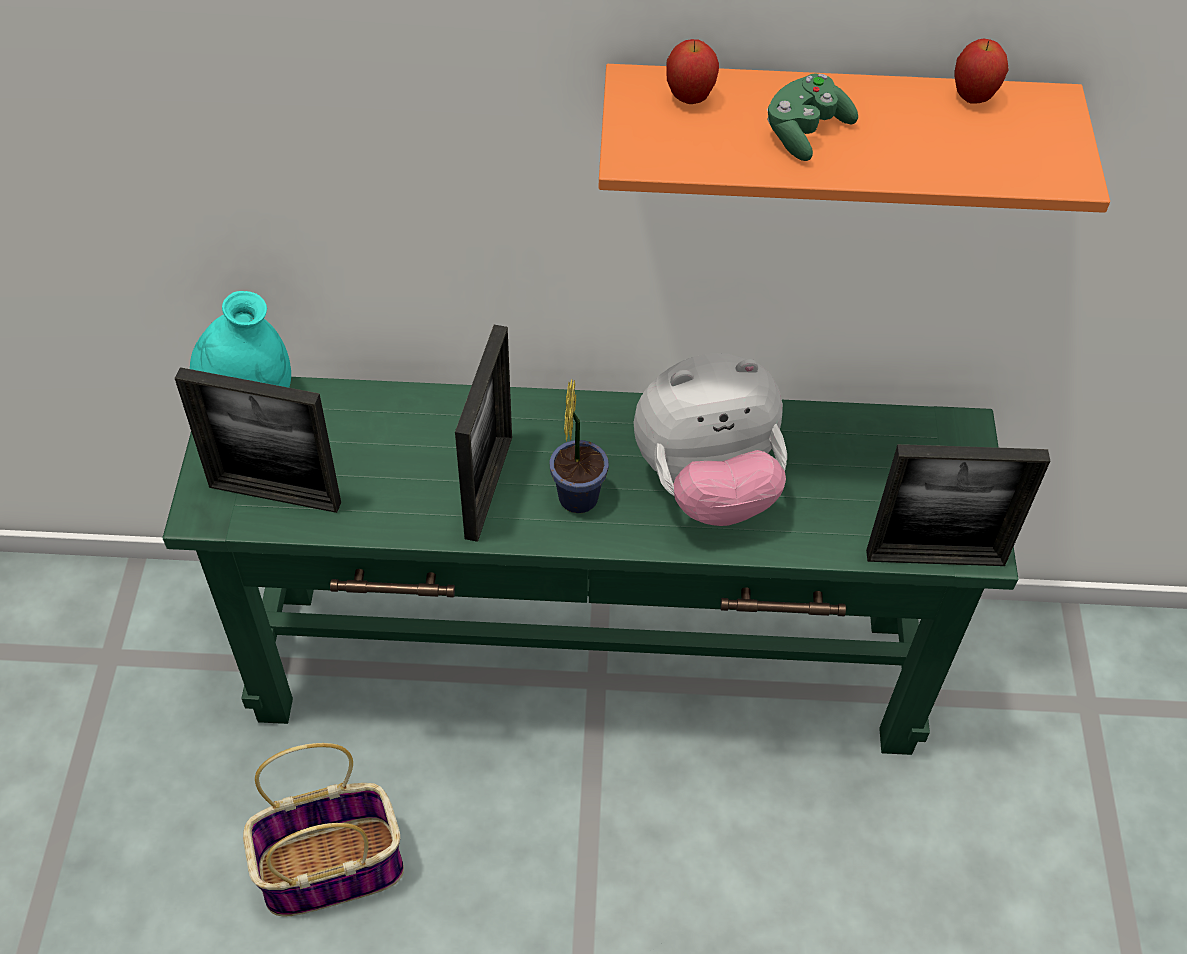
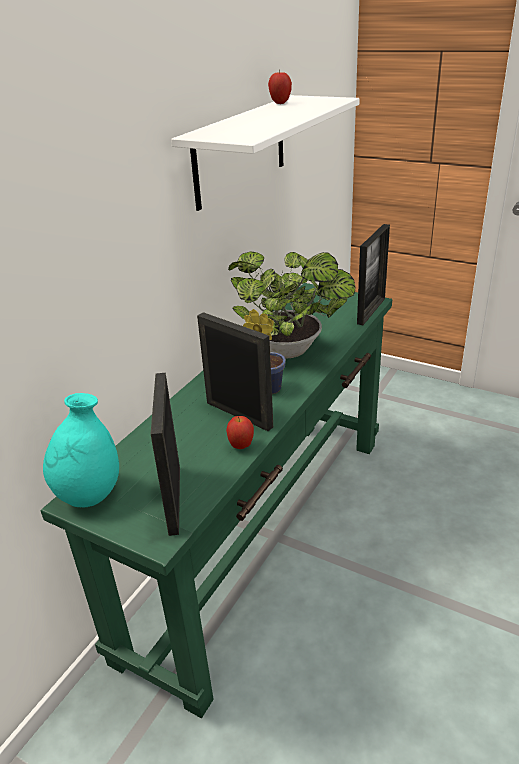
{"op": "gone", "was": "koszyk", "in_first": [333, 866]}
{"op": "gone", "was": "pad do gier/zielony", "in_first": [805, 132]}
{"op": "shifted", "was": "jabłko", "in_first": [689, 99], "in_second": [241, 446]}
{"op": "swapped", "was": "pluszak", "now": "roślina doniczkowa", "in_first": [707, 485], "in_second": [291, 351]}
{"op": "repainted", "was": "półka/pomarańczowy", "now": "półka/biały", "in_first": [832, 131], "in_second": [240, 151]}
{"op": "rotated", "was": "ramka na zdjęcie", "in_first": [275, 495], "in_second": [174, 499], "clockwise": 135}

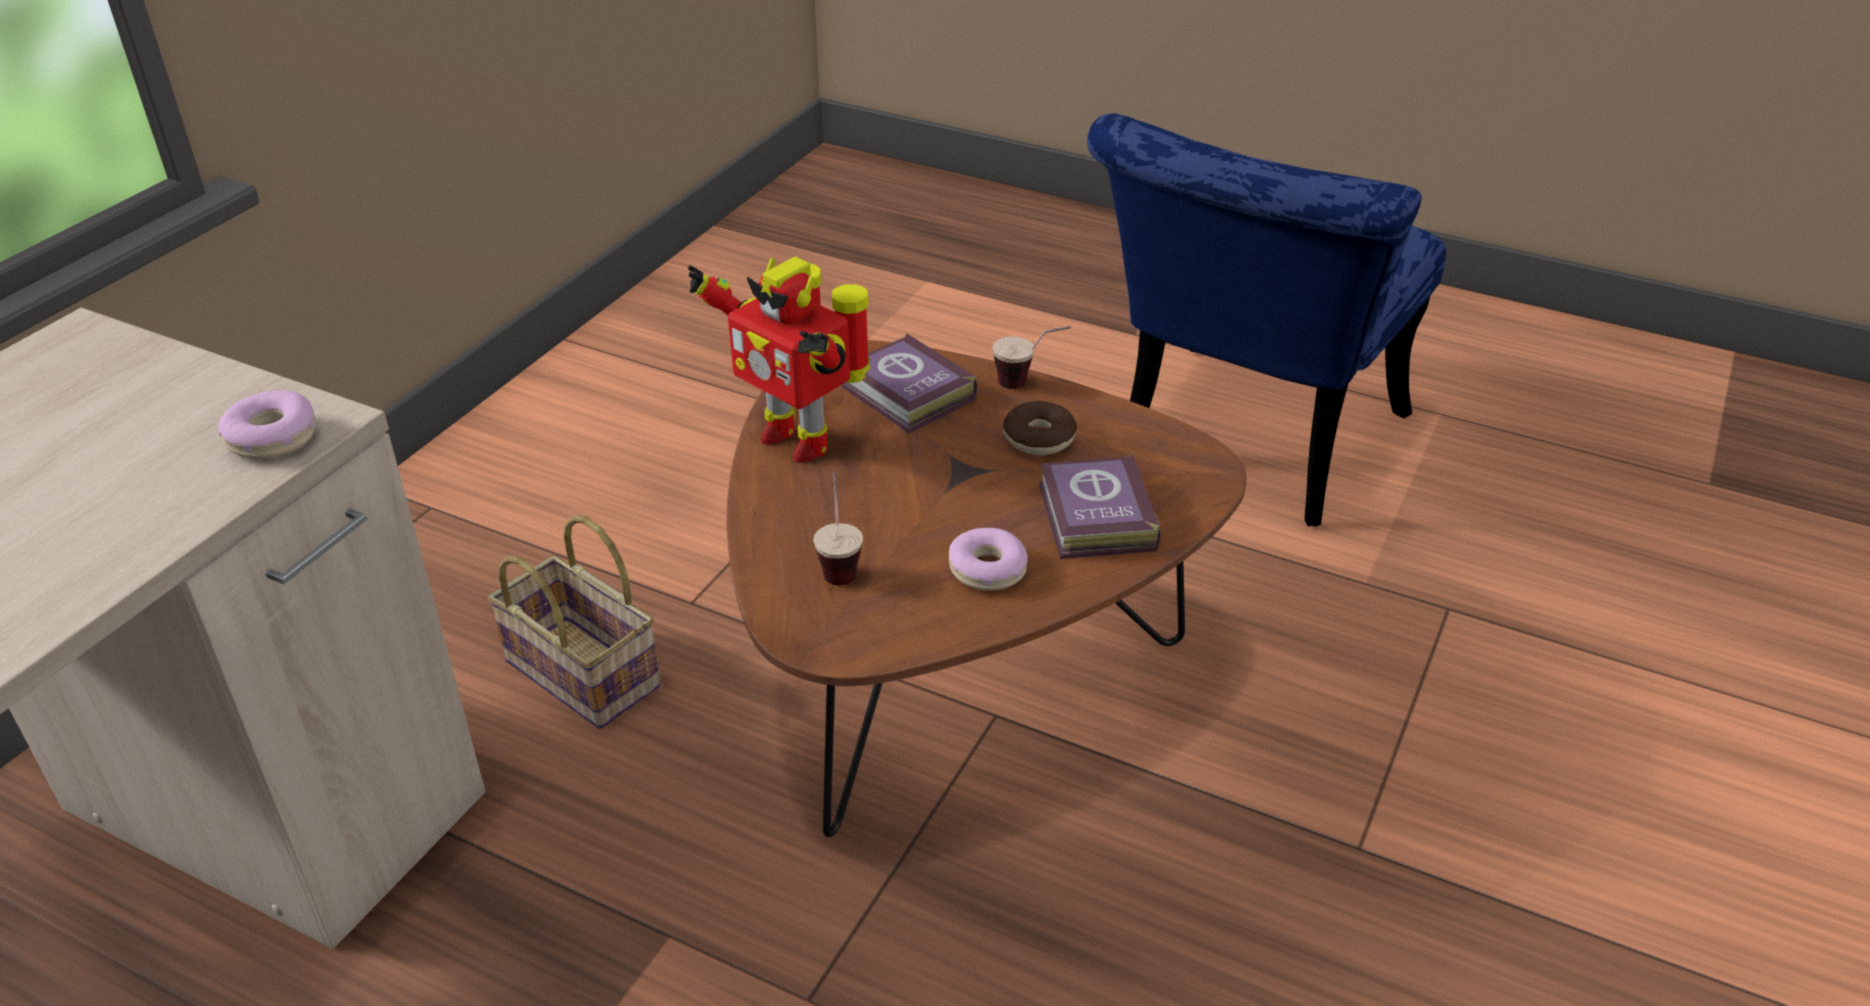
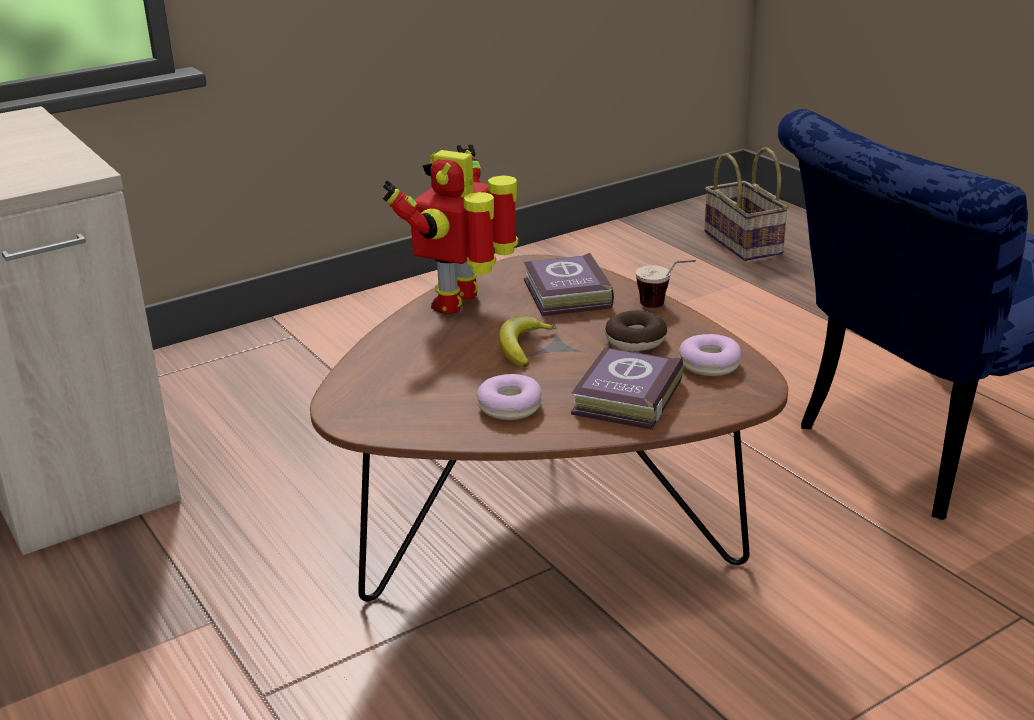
{"op": "gone", "was": "filiżanka", "in_first": [839, 562]}
{"op": "new", "now": "banan", "in_second": [522, 347]}
{"op": "shifted", "was": "donut", "in_first": [272, 437], "in_second": [709, 364]}
{"op": "shifted", "was": "koszyk", "in_first": [588, 674], "in_second": [745, 243]}
{"op": "rotated", "was": "robot zabawkowy", "in_first": [797, 438], "in_second": [461, 301], "clockwise": 45}

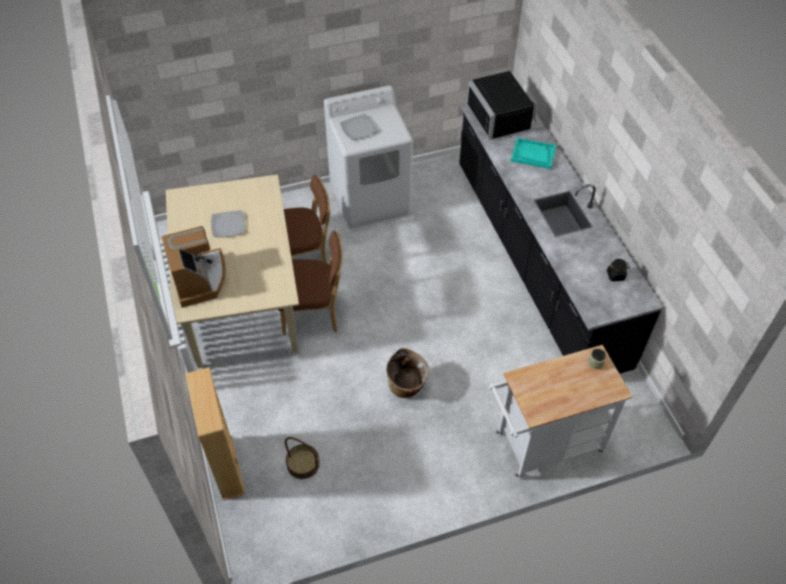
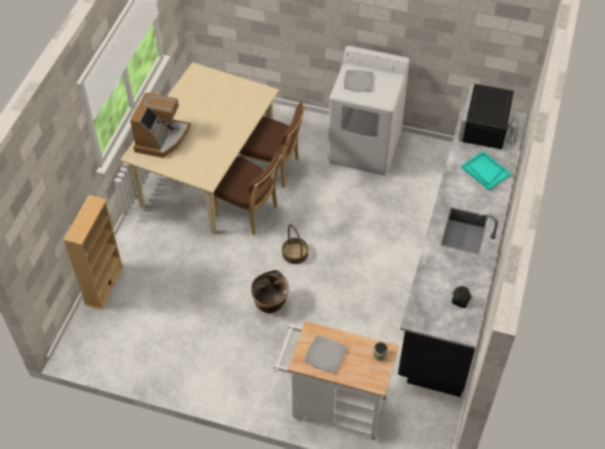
{"op": "shifted", "was": "talerz", "in_first": [228, 225], "in_second": [325, 355]}
{"op": "shifted", "was": "koszyk", "in_first": [303, 464], "in_second": [295, 253]}

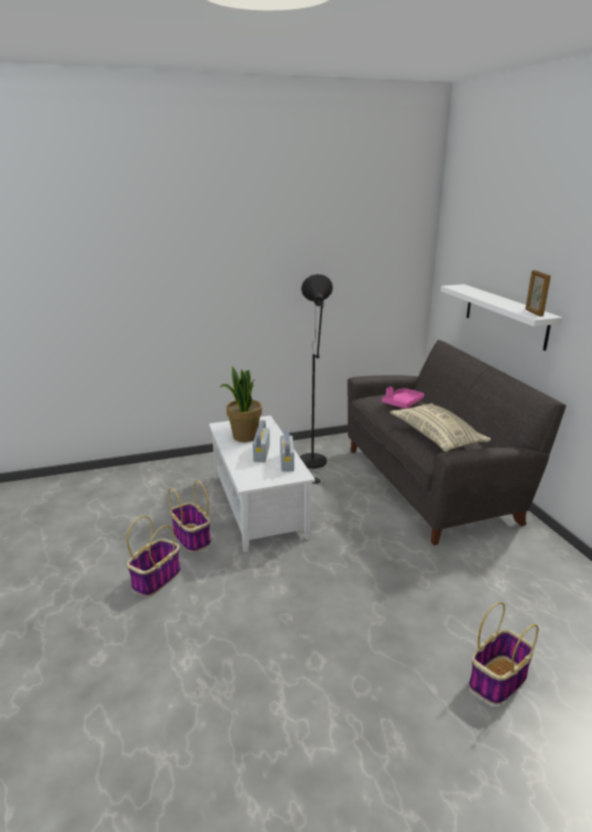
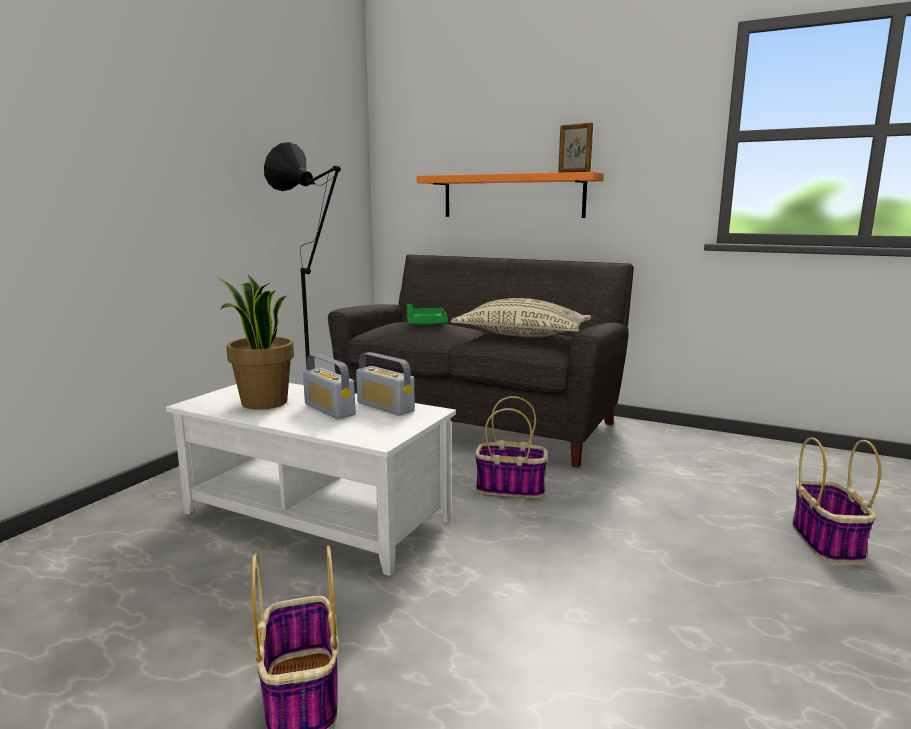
{"op": "shifted", "was": "koszyk", "in_first": [192, 538], "in_second": [511, 488]}
{"op": "repainted", "was": "taca/różowy", "now": "taca/zielony", "in_first": [402, 403], "in_second": [426, 324]}
{"op": "repainted", "was": "półka/biały", "now": "półka/pomarańczowy", "in_first": [505, 315], "in_second": [512, 196]}

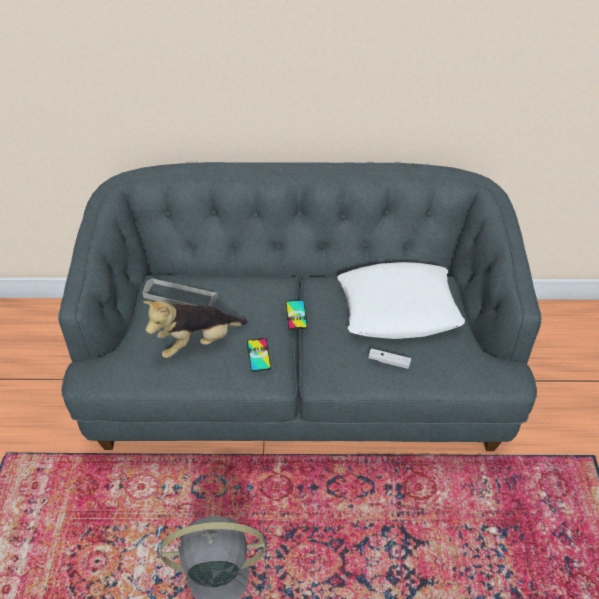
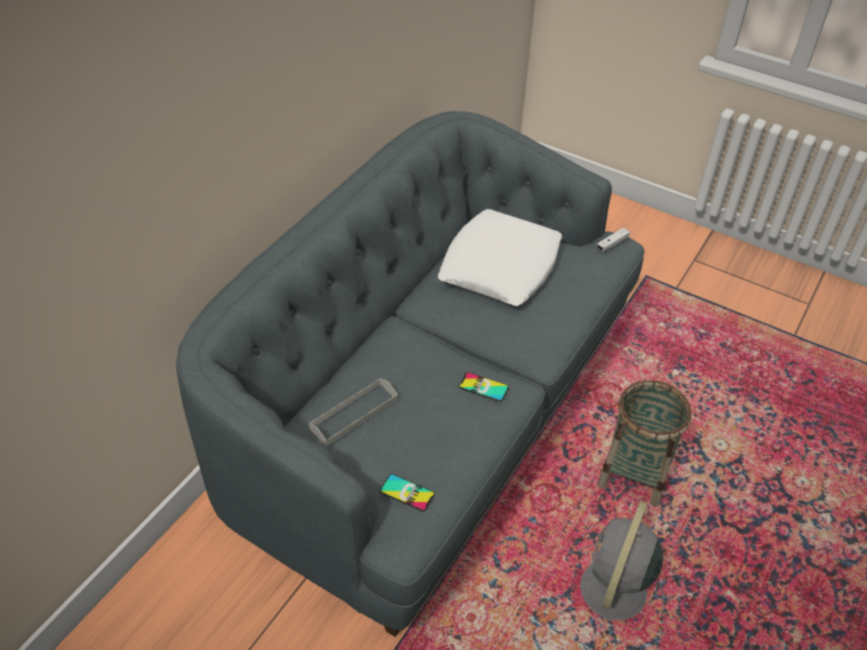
{"op": "gone", "was": "pluszak", "in_first": [198, 343]}
{"op": "new", "now": "koszyk", "in_second": [634, 474]}
{"op": "shifted", "was": "telefon", "in_first": [296, 315], "in_second": [407, 492]}
{"op": "shifted", "was": "pad do gier/biały", "in_first": [389, 362], "in_second": [612, 243]}

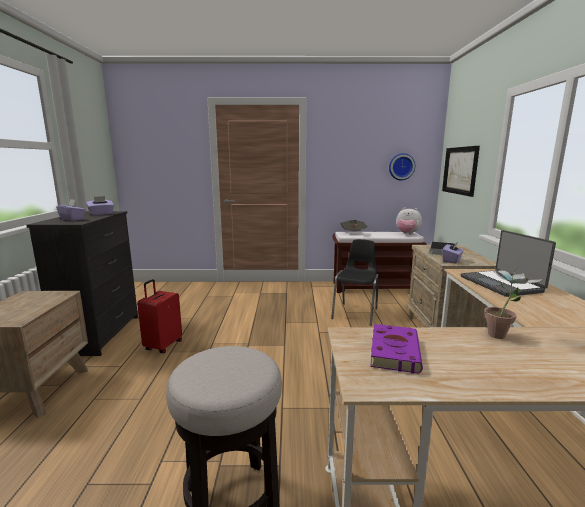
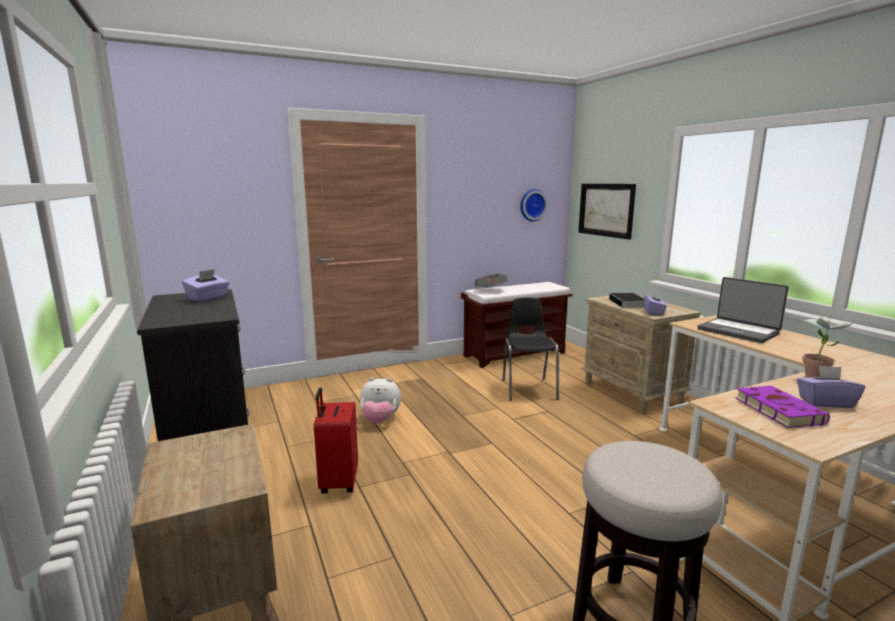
{"op": "shifted", "was": "pudełko chusteczek/fioletowy", "in_first": [72, 219], "in_second": [825, 402]}
{"op": "shifted", "was": "pluszak", "in_first": [407, 234], "in_second": [380, 420]}

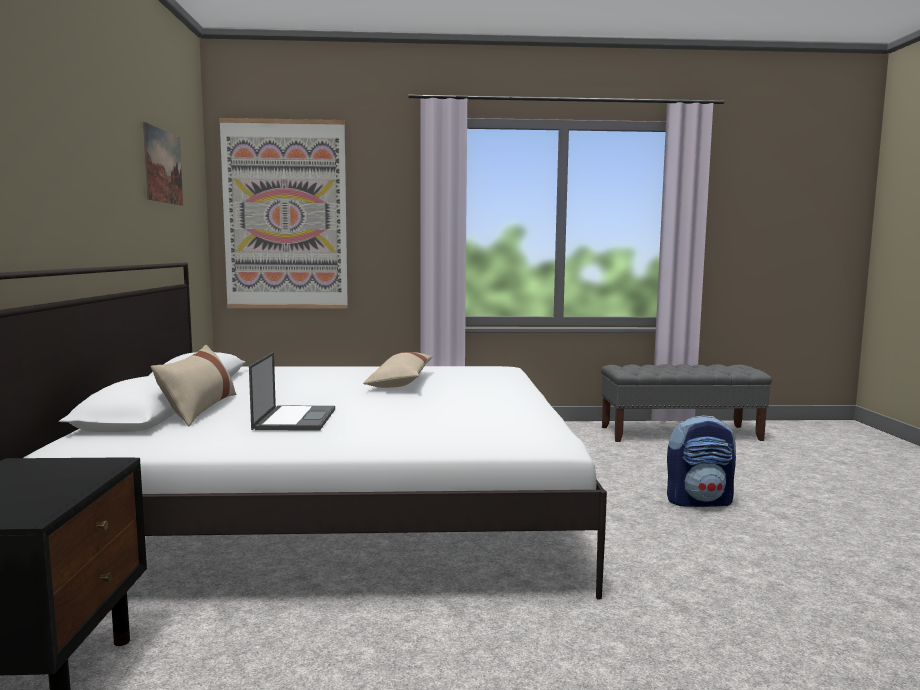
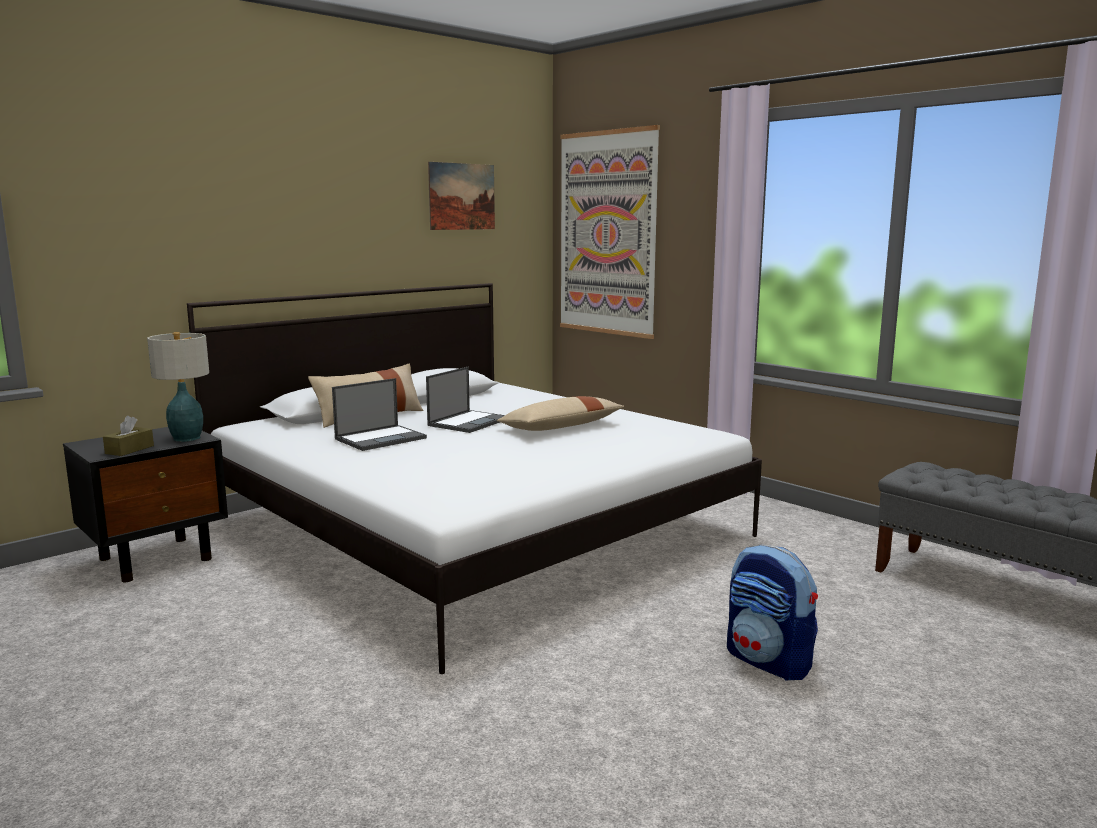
{"op": "new", "now": "pudełko chusteczek/brązowy", "in_second": [129, 449]}
{"op": "new", "now": "lampa stołowa", "in_second": [186, 438]}
{"op": "new", "now": "laptop", "in_second": [469, 422]}

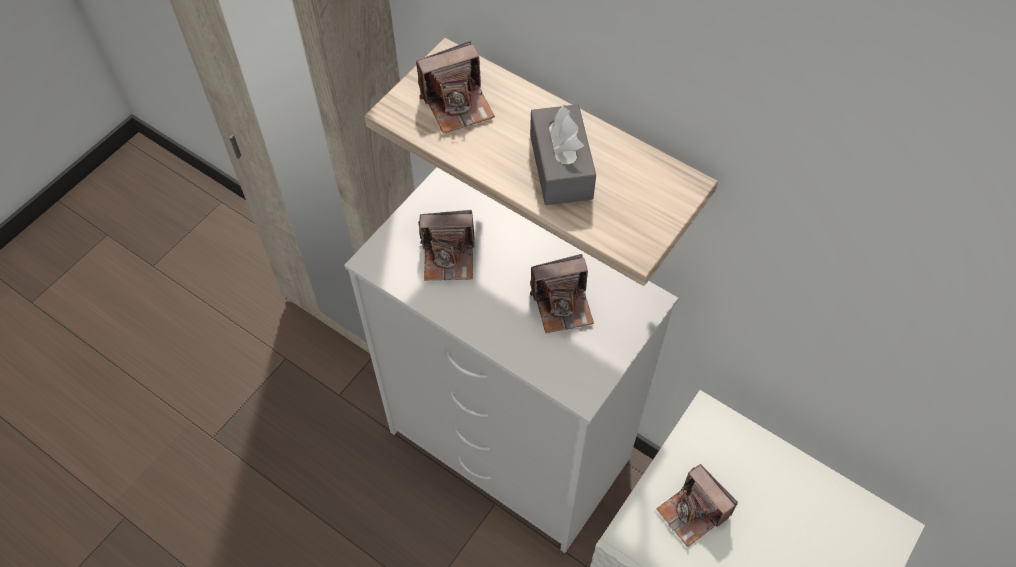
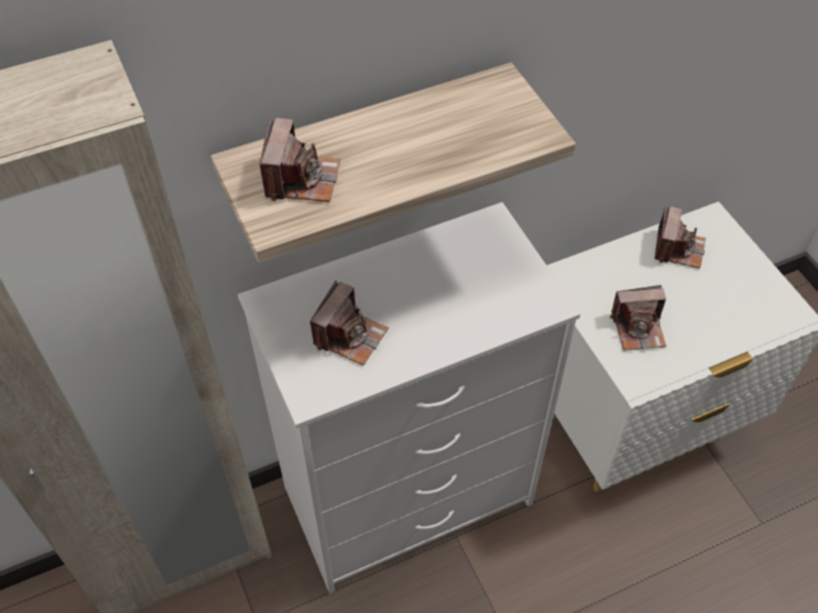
{"op": "gone", "was": "pudełko chusteczek/szary", "in_first": [561, 167]}
{"op": "shifted", "was": "aparat fotograficzny", "in_first": [562, 304], "in_second": [678, 249]}

